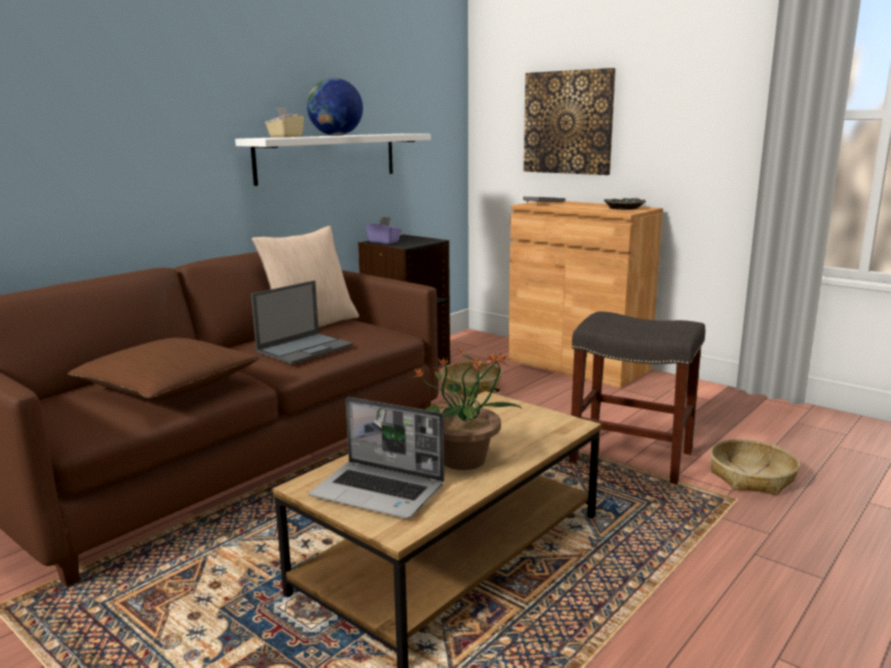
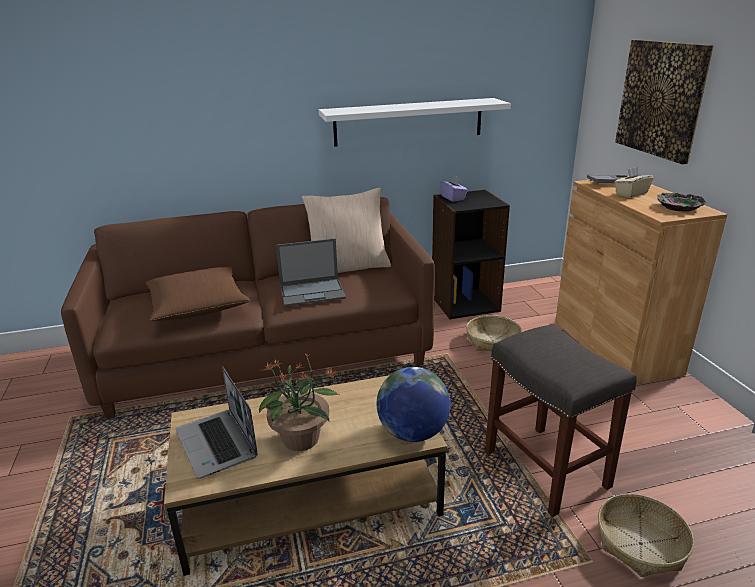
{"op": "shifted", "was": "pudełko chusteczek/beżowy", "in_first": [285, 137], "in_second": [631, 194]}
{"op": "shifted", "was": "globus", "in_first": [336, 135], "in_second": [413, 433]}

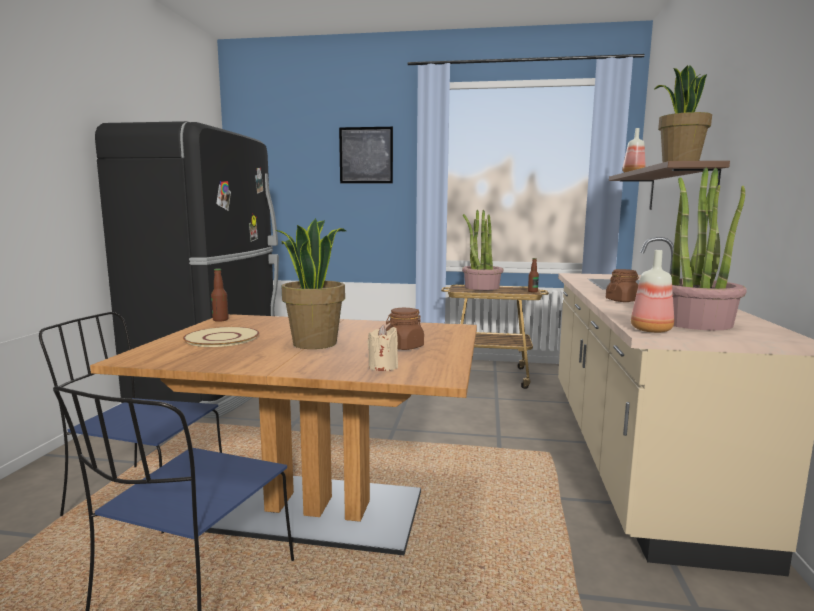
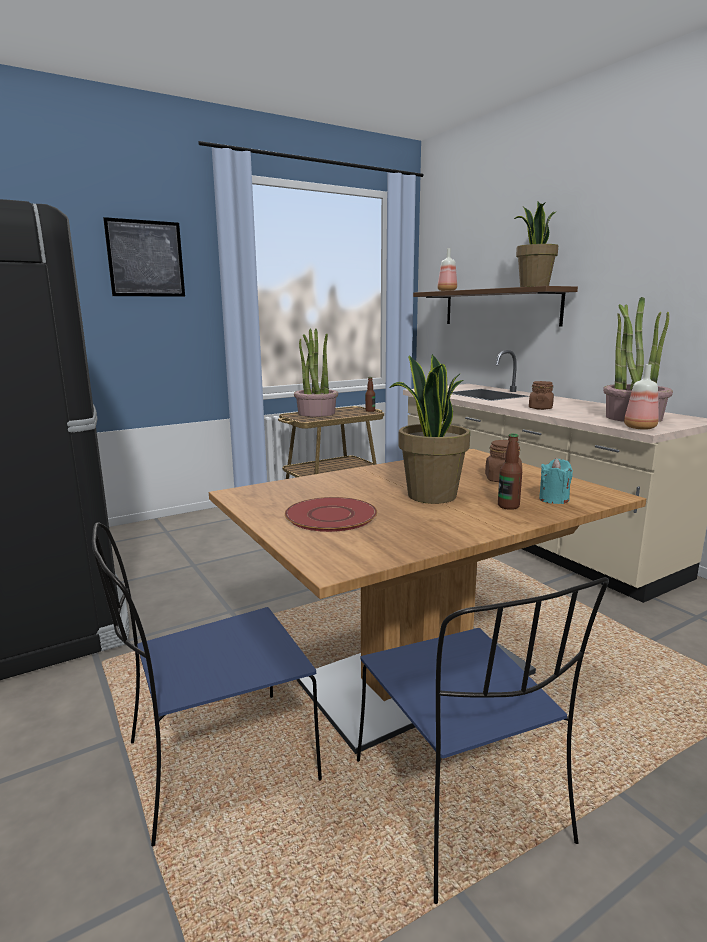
{"op": "shifted", "was": "butelka", "in_first": [220, 320], "in_second": [508, 506]}
{"op": "repainted", "was": "talerz/beżowy", "now": "talerz/czerwony", "in_first": [221, 338], "in_second": [331, 516]}
{"op": "repainted", "was": "świeca/beżowy", "now": "świeca/turkusowy", "in_first": [383, 367], "in_second": [554, 499]}

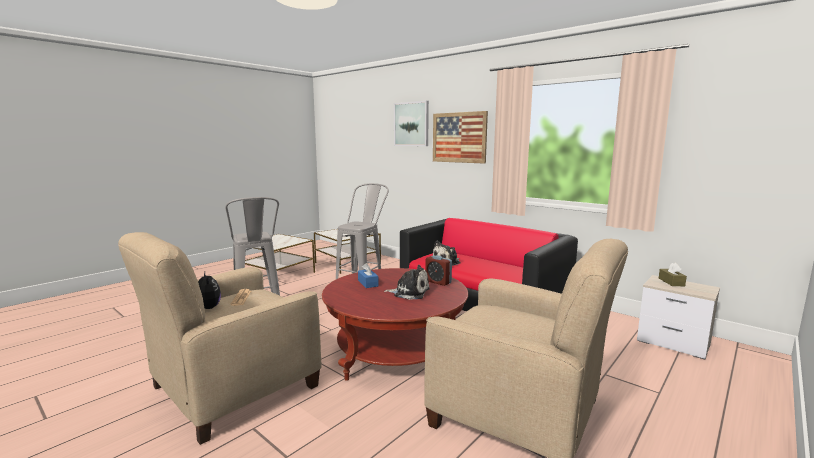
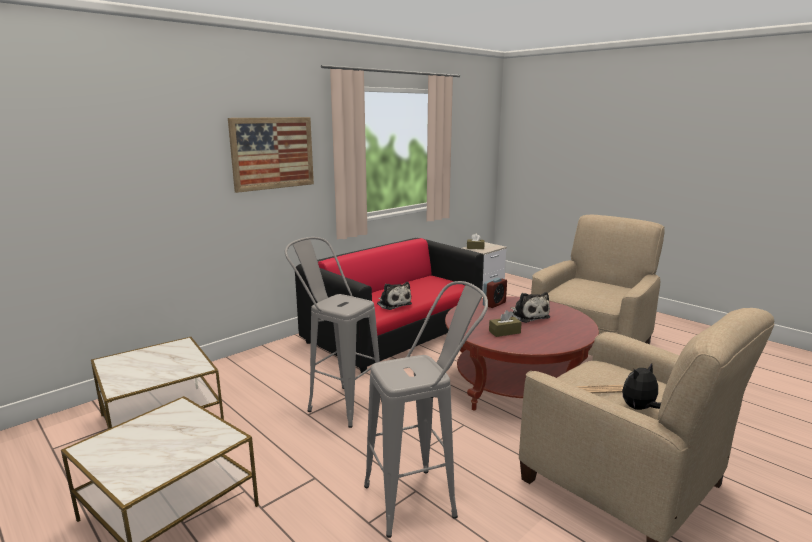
{"op": "gone", "was": "obraz", "in_first": [411, 124]}
{"op": "repainted", "was": "pudełko chusteczek/niebieski", "now": "pudełko chusteczek/brązowy", "in_first": [368, 283], "in_second": [504, 332]}
{"op": "rotated", "was": "pluszak", "in_first": [409, 292], "in_second": [528, 315], "clockwise": 135}

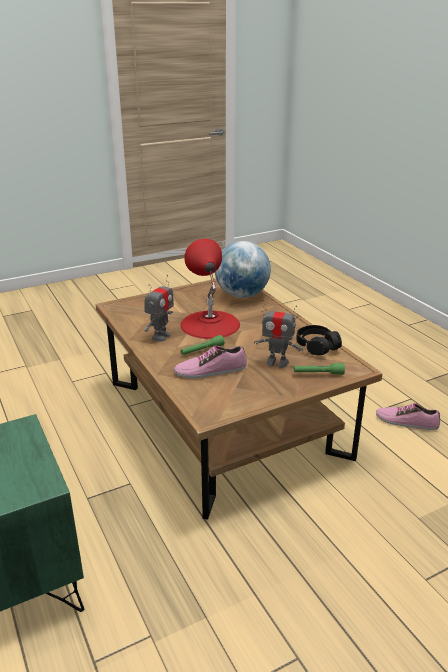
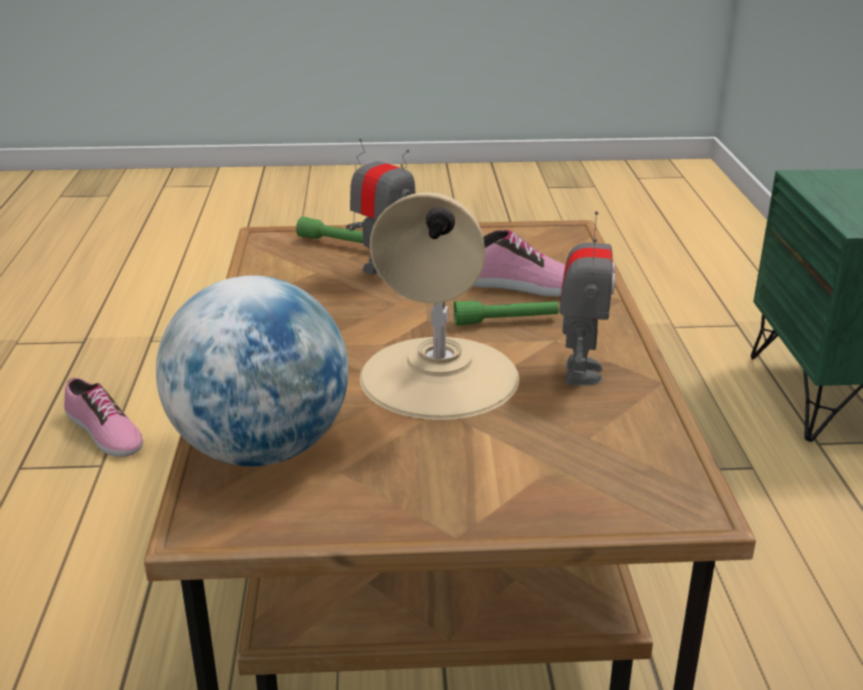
{"op": "gone", "was": "słuchawki/czarny", "in_first": [317, 346]}
{"op": "repainted", "was": "lampa stołowa/czerwony", "now": "lampa stołowa/beżowy", "in_first": [209, 324], "in_second": [440, 376]}
{"op": "rotated", "was": "robot zabawkowy", "in_first": [160, 336], "in_second": [580, 372], "clockwise": 135}

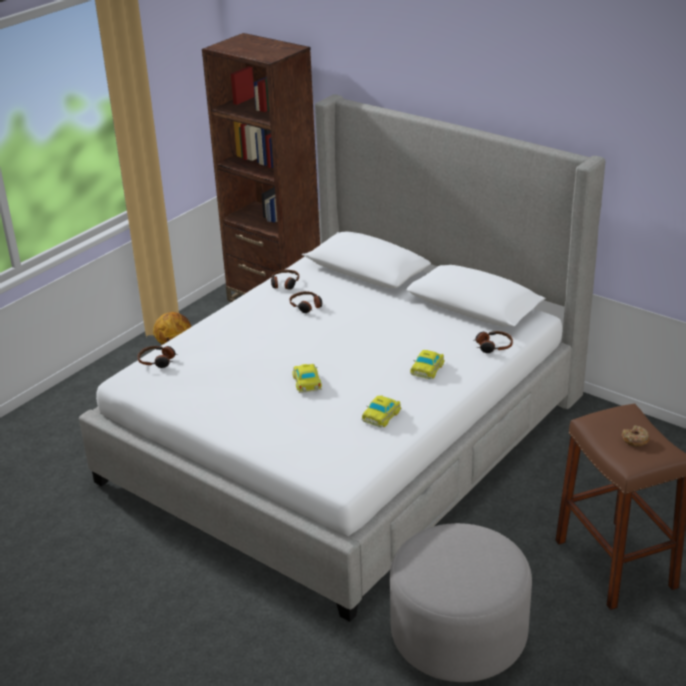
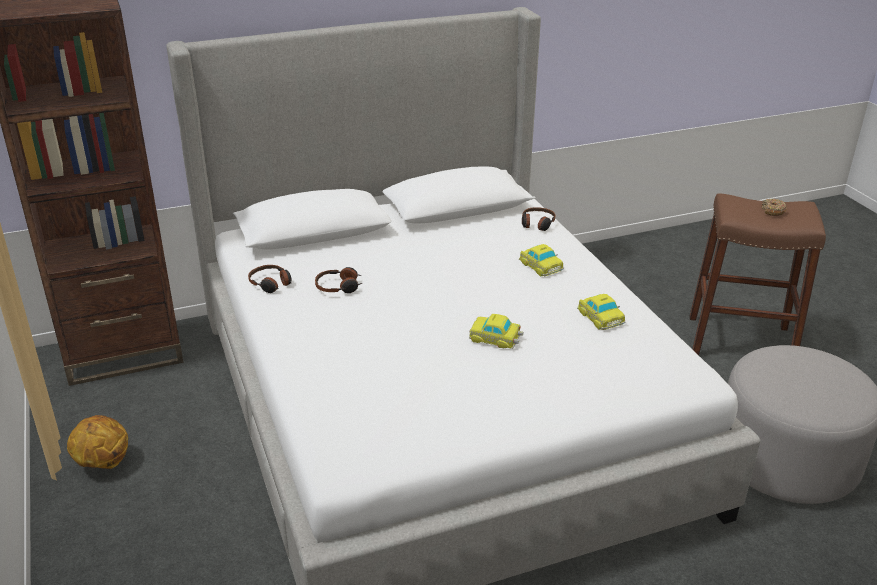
{"op": "gone", "was": "słuchawki", "in_first": [158, 361]}

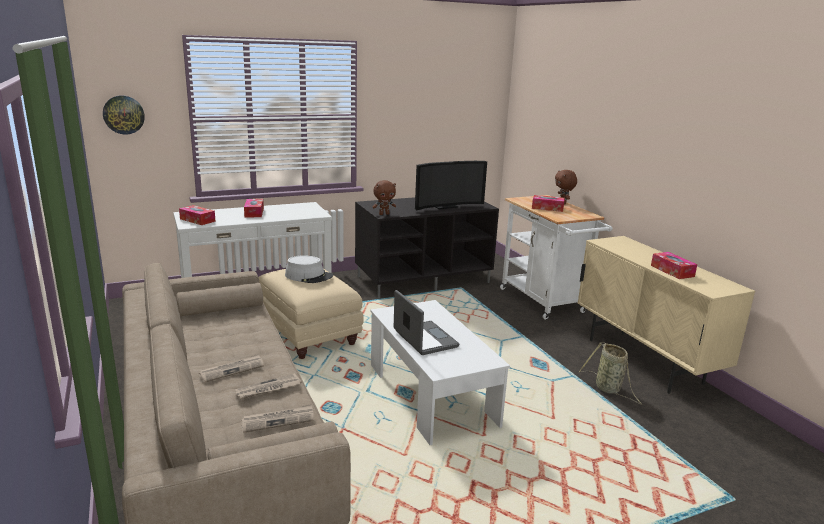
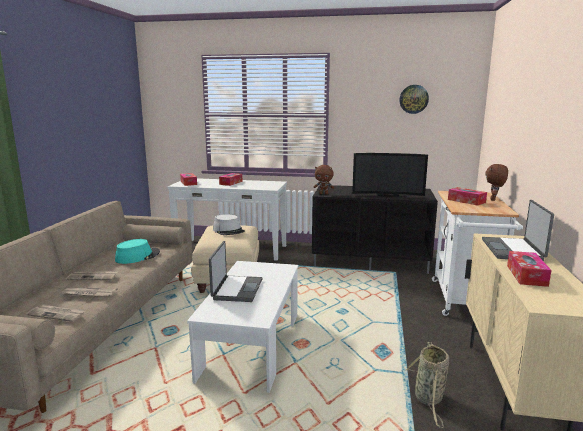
{"op": "new", "now": "kapelusz/turkusowy", "in_second": [137, 256]}
{"op": "new", "now": "laptop", "in_second": [513, 250]}
{"op": "shifted", "was": "zegar ścienny", "in_first": [123, 114], "in_second": [413, 99]}

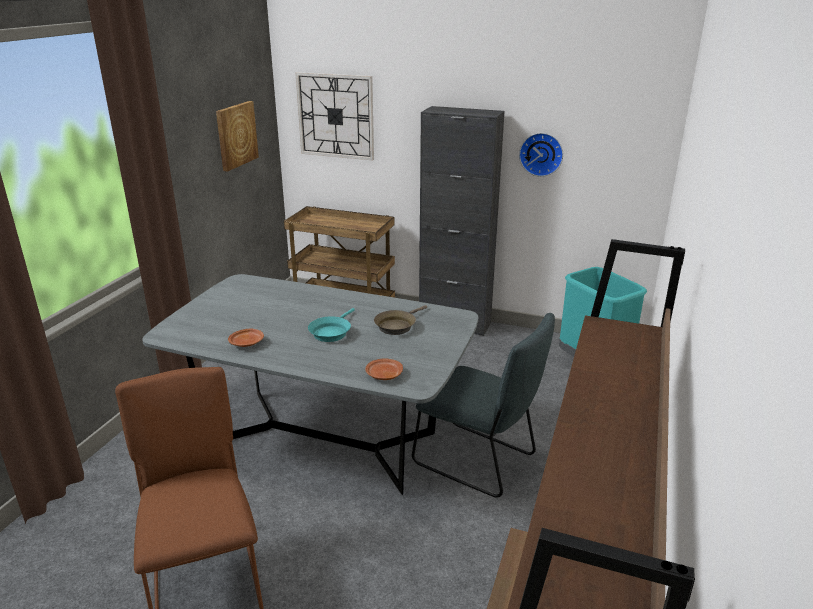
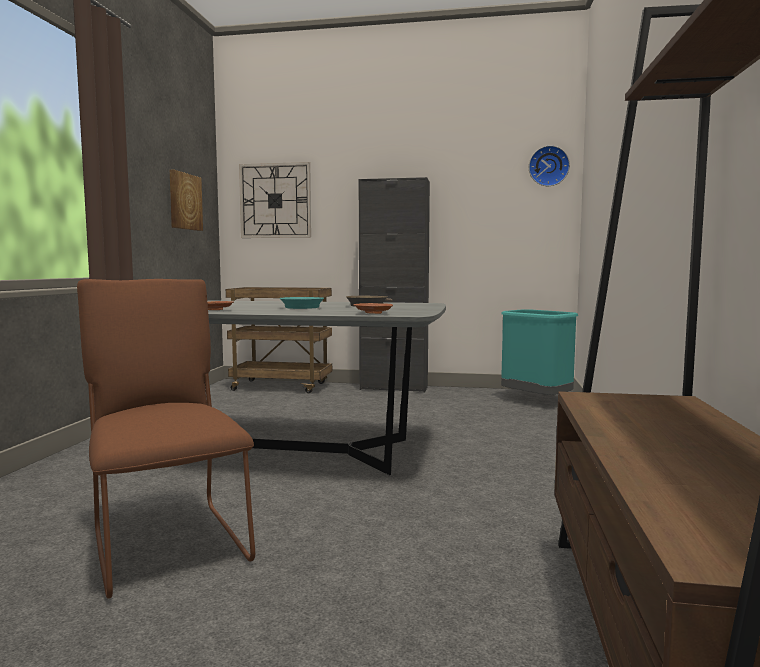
{"op": "gone", "was": "krzesło/szary", "in_first": [479, 461]}
{"op": "shifted", "was": "zegar ścienny", "in_first": [541, 154], "in_second": [548, 166]}

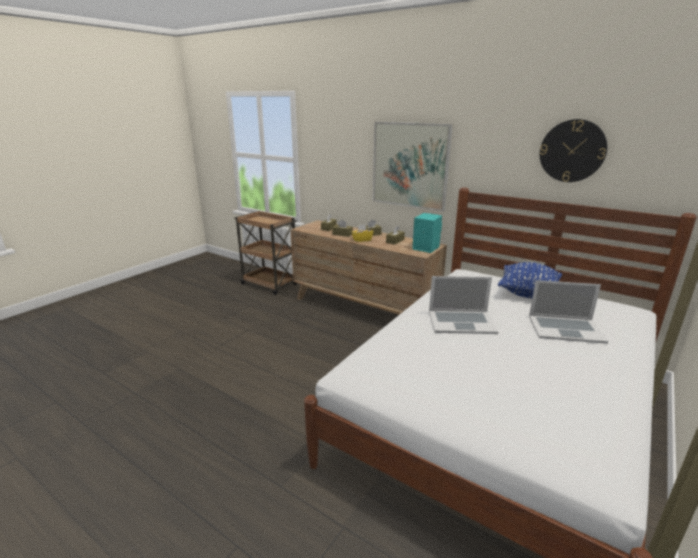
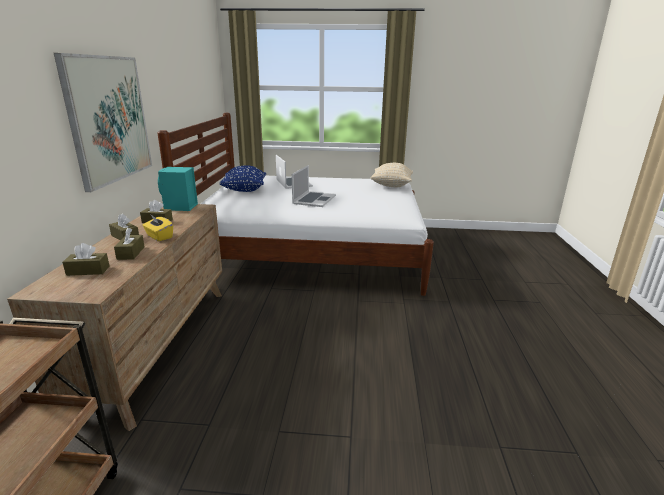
{"op": "gone", "was": "zegar ścienny", "in_first": [572, 151]}
{"op": "new", "now": "poduszka/beżowy", "in_second": [391, 186]}
{"op": "rotated", "was": "laptop", "in_first": [461, 322], "in_second": [314, 199], "clockwise": 45}

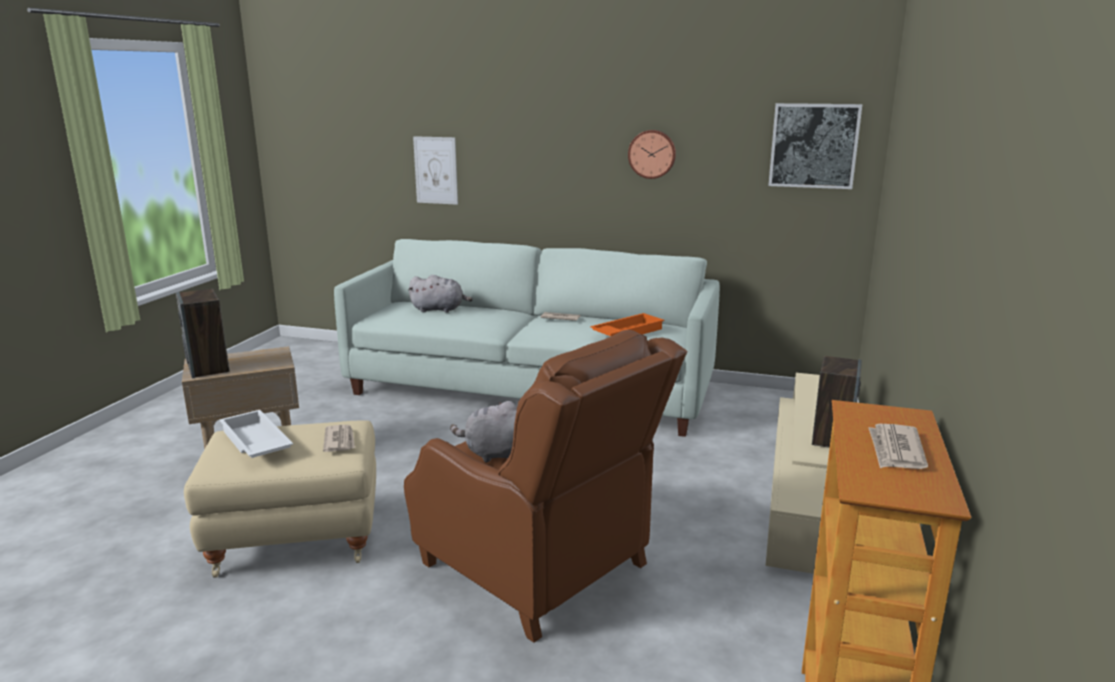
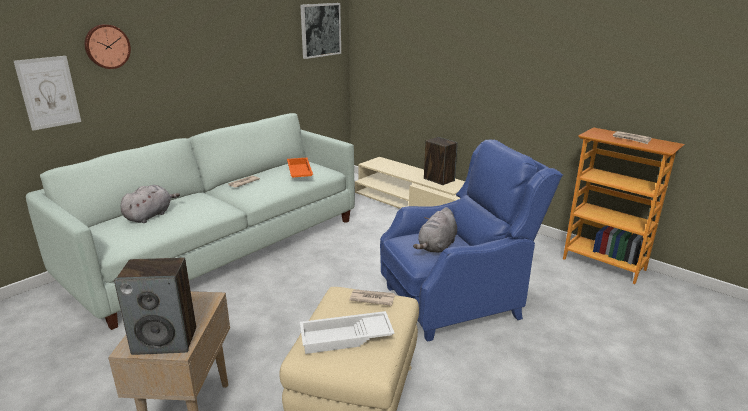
{"op": "shifted", "was": "zegar ścienny", "in_first": [652, 154], "in_second": [107, 46]}
{"op": "repainted", "was": "fotel/brązowy", "now": "fotel/niebieski", "in_first": [539, 568], "in_second": [455, 301]}

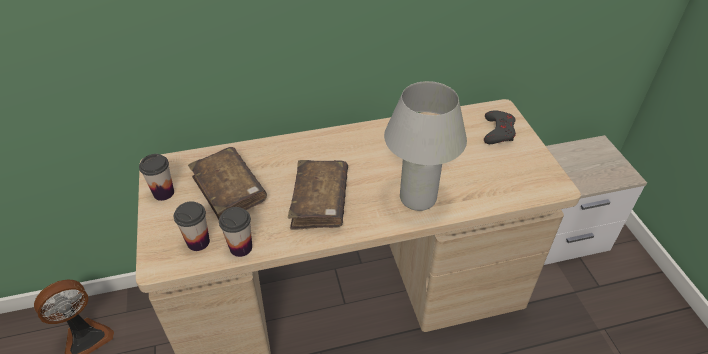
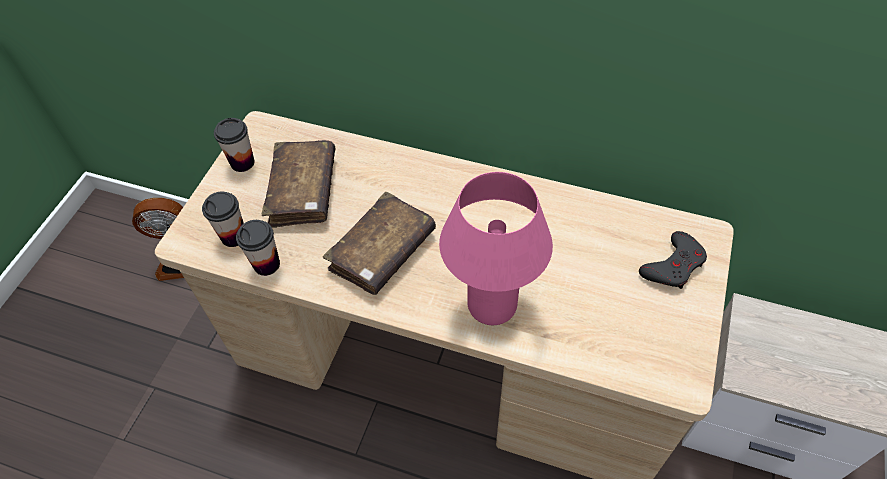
{"op": "repainted", "was": "lampa stołowa/biały", "now": "lampa stołowa/różowy", "in_first": [417, 198], "in_second": [492, 305]}

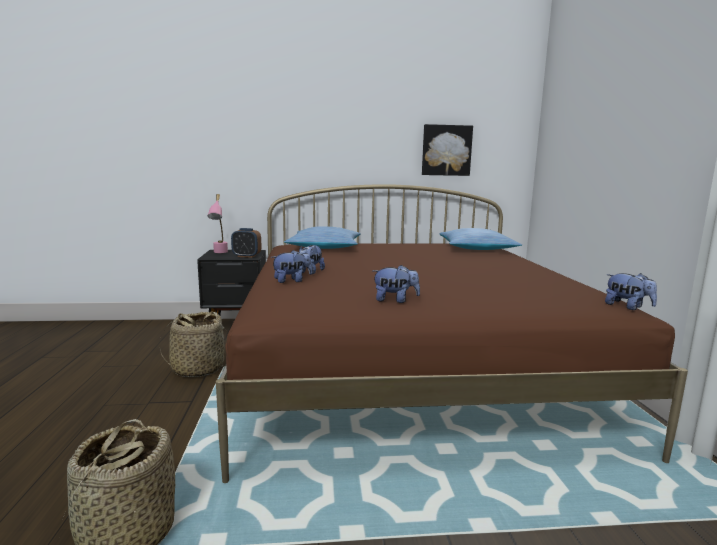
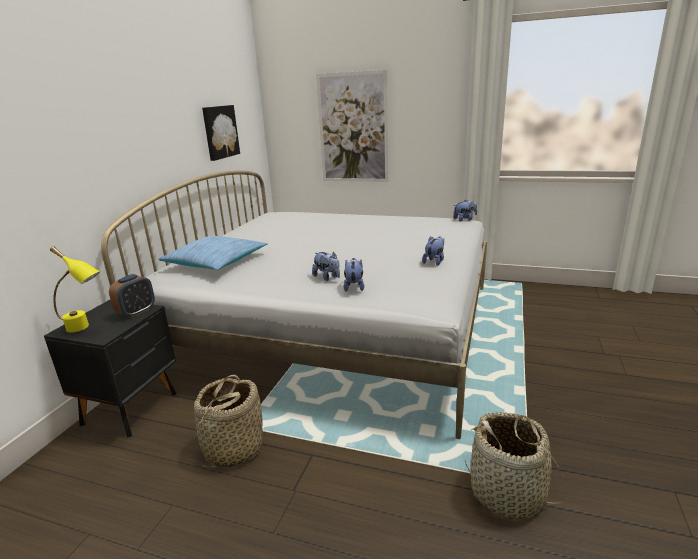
{"op": "gone", "was": "poduszka", "in_first": [476, 248]}
{"op": "new", "now": "obraz", "in_second": [353, 128]}
{"op": "repainted", "was": "lampa stołowa/różowy", "now": "lampa stołowa/żółty", "in_first": [219, 253], "in_second": [85, 328]}
{"op": "repainted", "was": "łóżko/brązowy", "now": "łóżko/biały", "in_first": [408, 369], "in_second": [334, 328]}

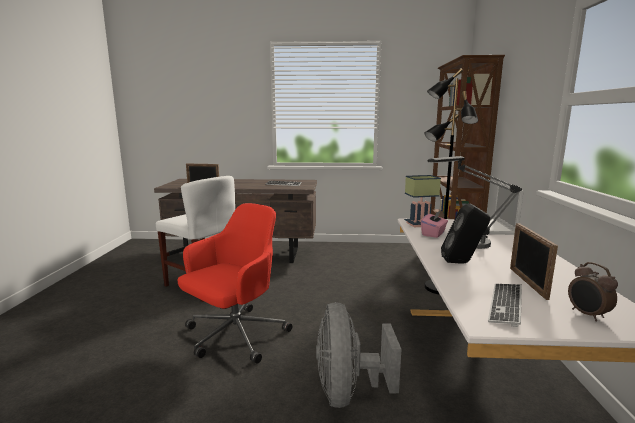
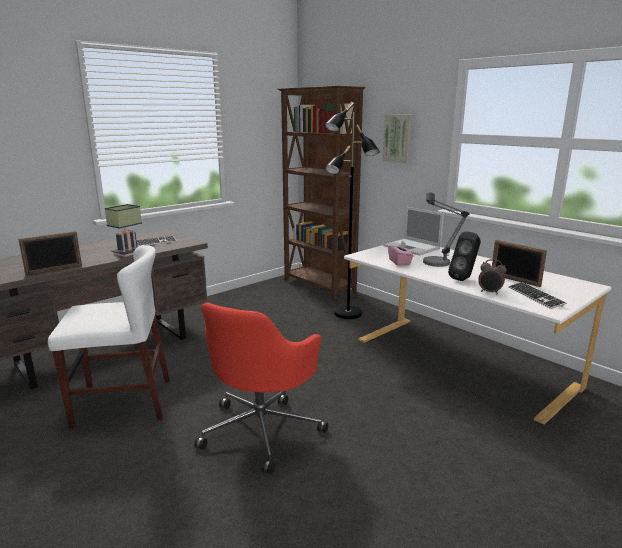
{"op": "gone", "was": "wentylator/szary", "in_first": [348, 391]}
{"op": "new", "now": "obraz", "in_second": [398, 138]}
{"op": "shifted", "was": "lampa stołowa", "in_first": [419, 224], "in_second": [128, 253]}
{"op": "shifted", "was": "budzik", "in_first": [587, 315], "in_second": [489, 292]}
{"op": "rotated", "was": "krzesło biurowe/czerwony", "in_first": [234, 336], "in_second": [262, 429], "clockwise": -150}

